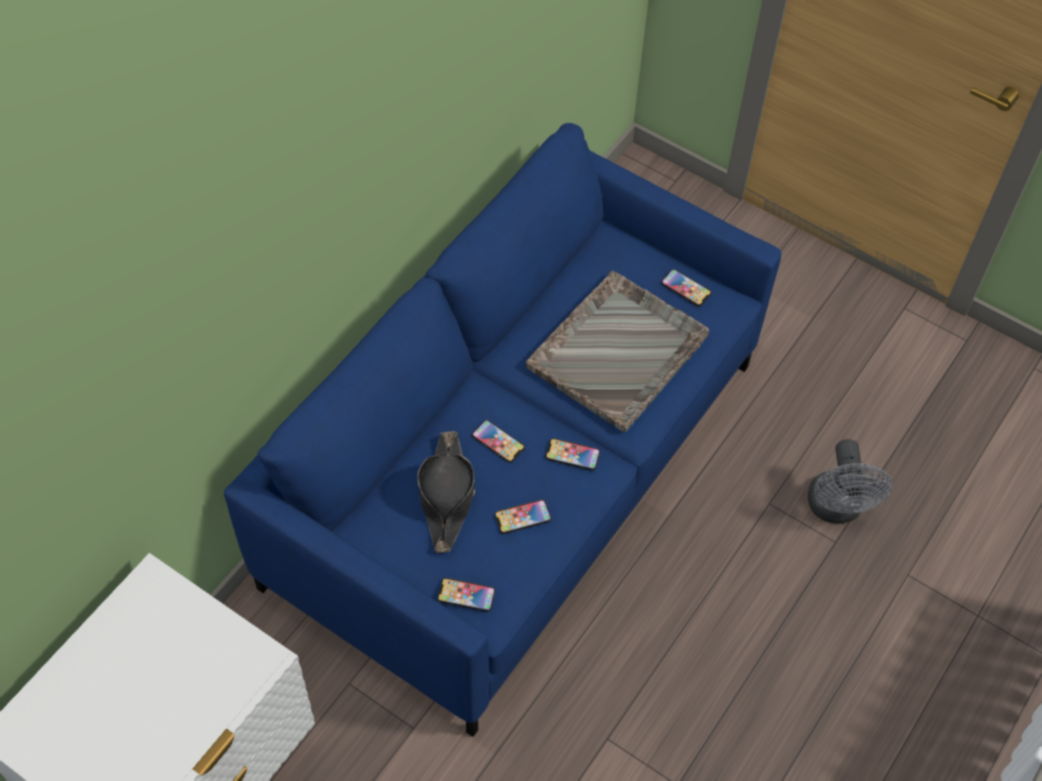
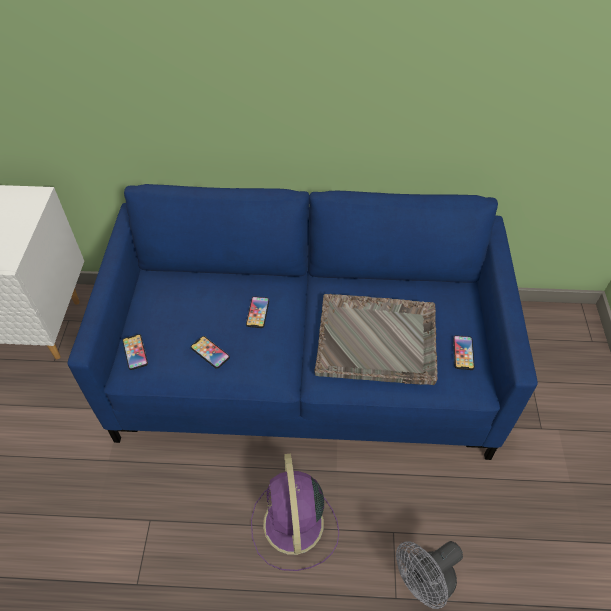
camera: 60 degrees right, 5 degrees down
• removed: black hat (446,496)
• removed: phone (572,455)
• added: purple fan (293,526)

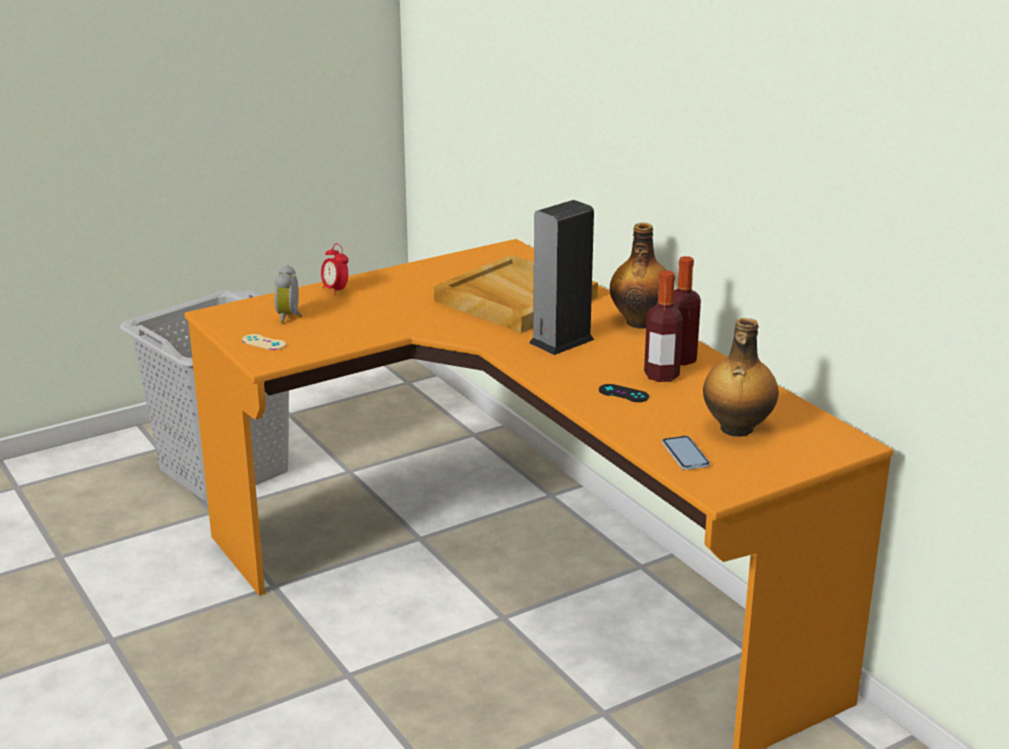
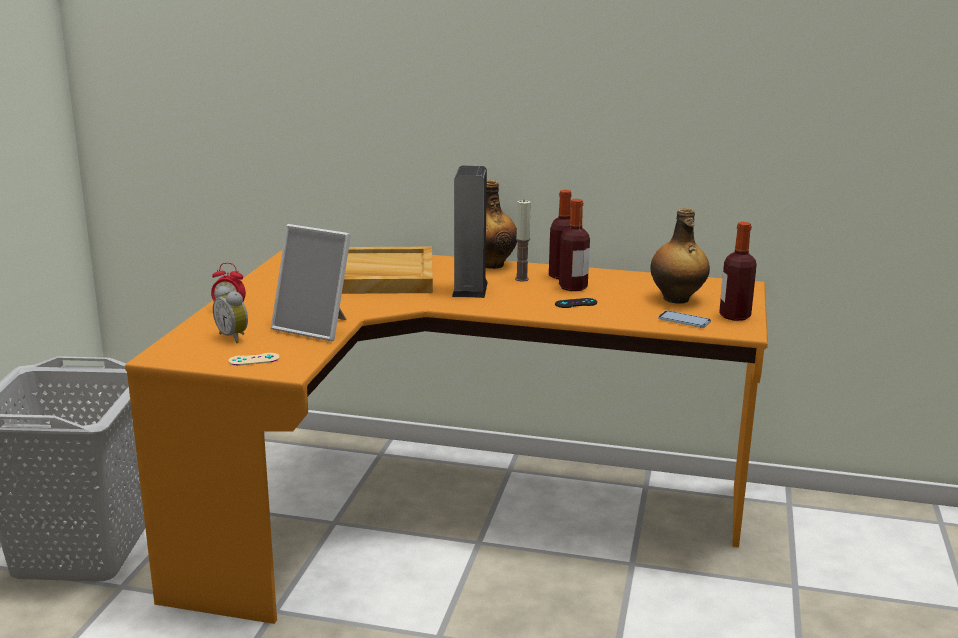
camera: 45 degrees left, 5 degrees down
• added: picture frame (316,328)
• added: candle (521,279)
• added: bottle (734,316)

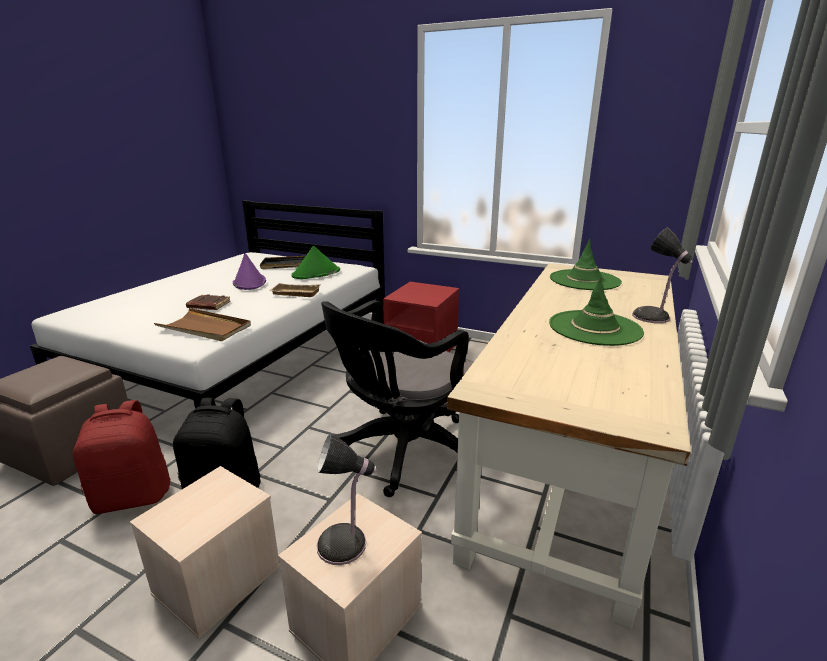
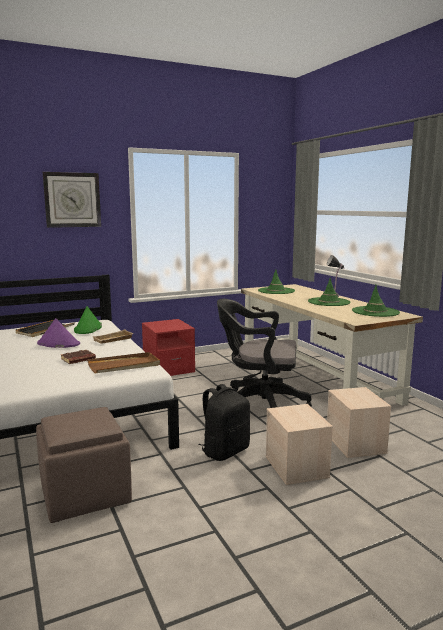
camera: 50 degrees left, 10 degrees down
• removed: red backpack (133,496)
• removed: table lamp (345,544)
• turned: black office chair (401,452) = (259,403) 105 degrees clockwise
• added: wall clock (72,200)
• added: green hat (375,312)

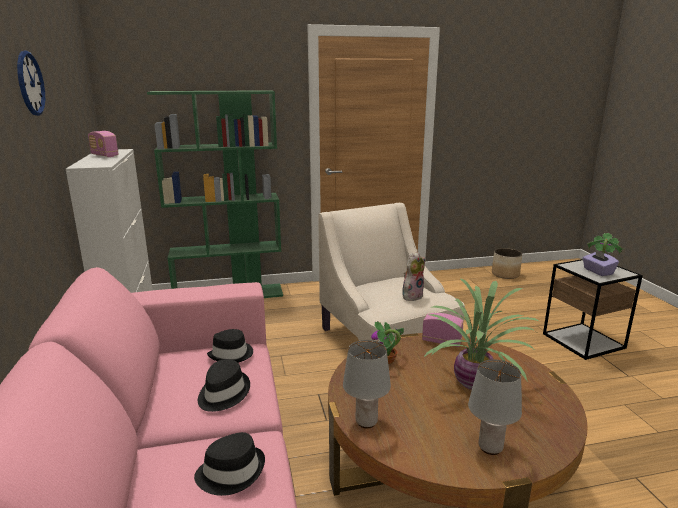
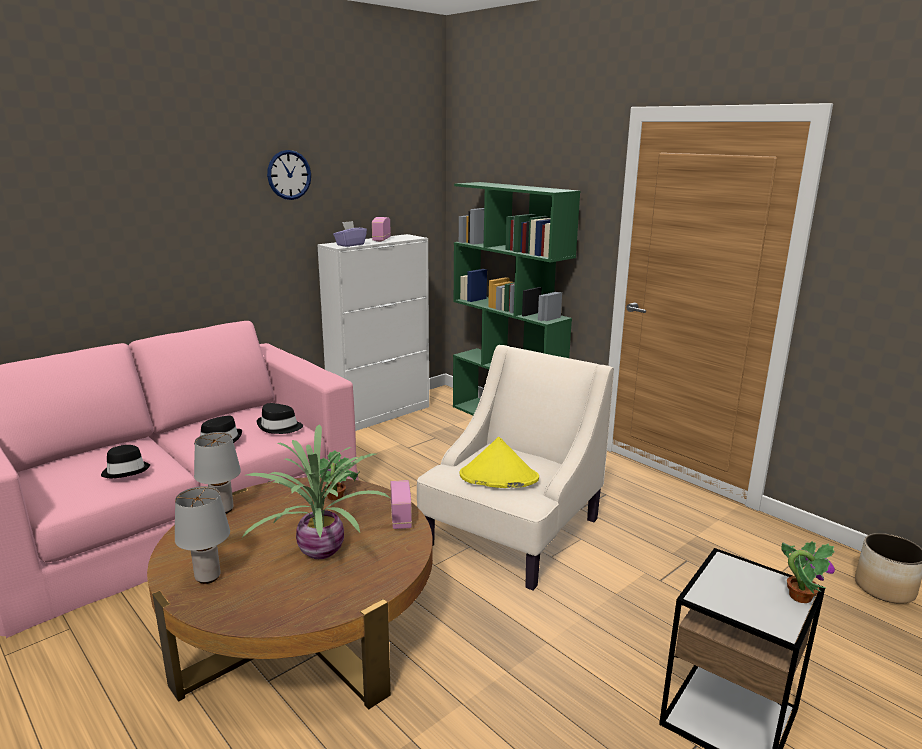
camera: 60 degrees right, 0 degrees up
• replaced: plush toy (412,296) to yellow hat (498,477)
• moved: purple tissue box (597,271) to (350,245)

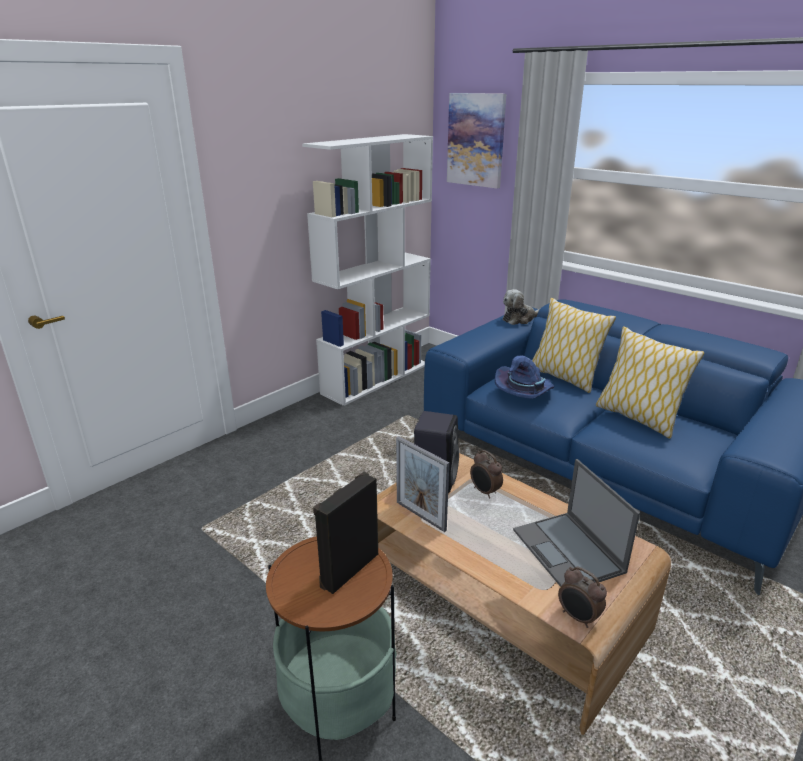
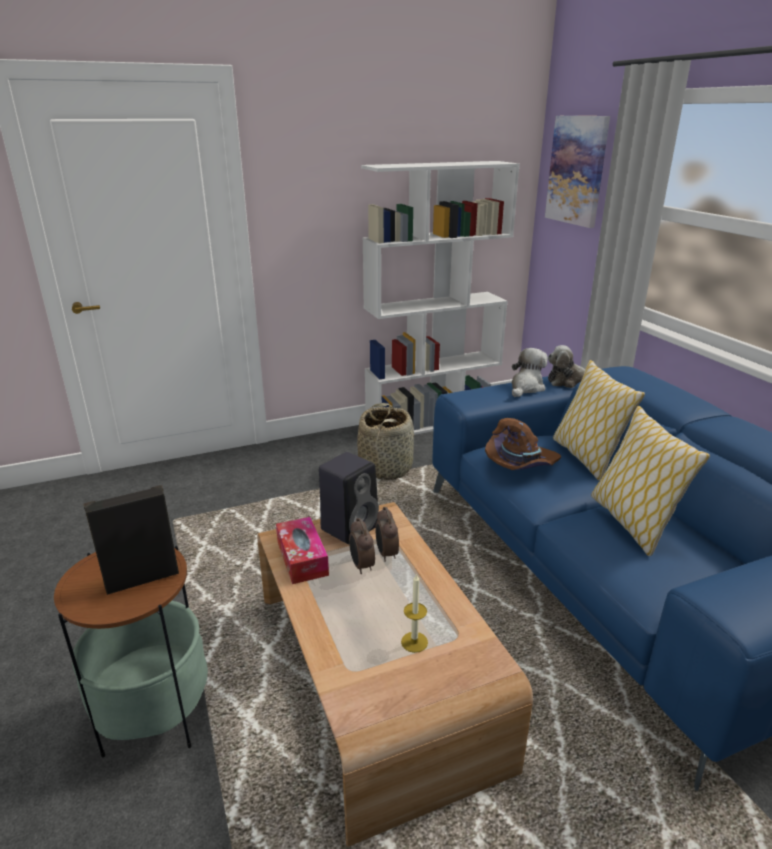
camera: 25 degrees right, 0 degrees up
• replaced: picture frame (420,516) to tissue box (302,558)
• recoloured: blue hat (525,393) to brown hat (520,463)
• replaced: laptop (569,551) to candle (414,642)
• moved: alarm clock (578,617) to (361,566)
• added: basket (386,467)
• added: plush toy (526,387)

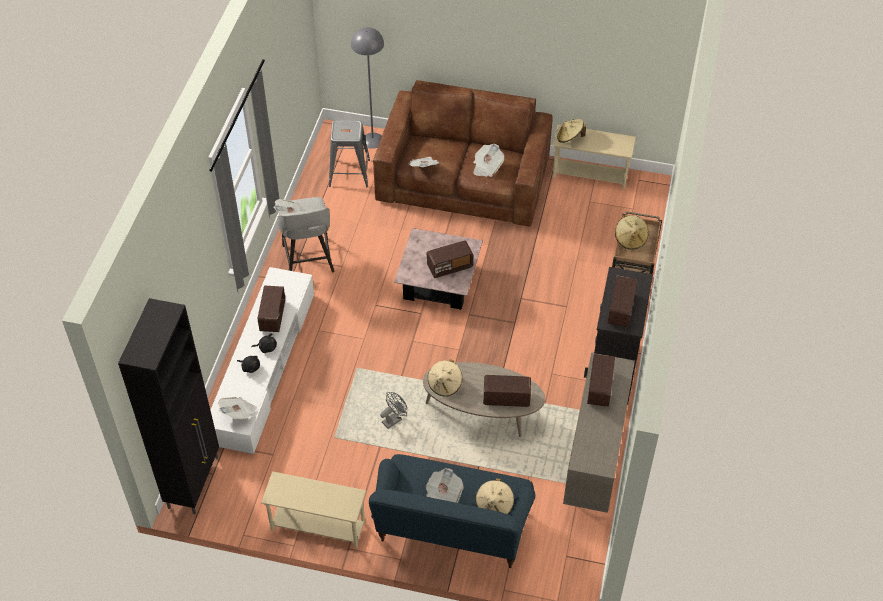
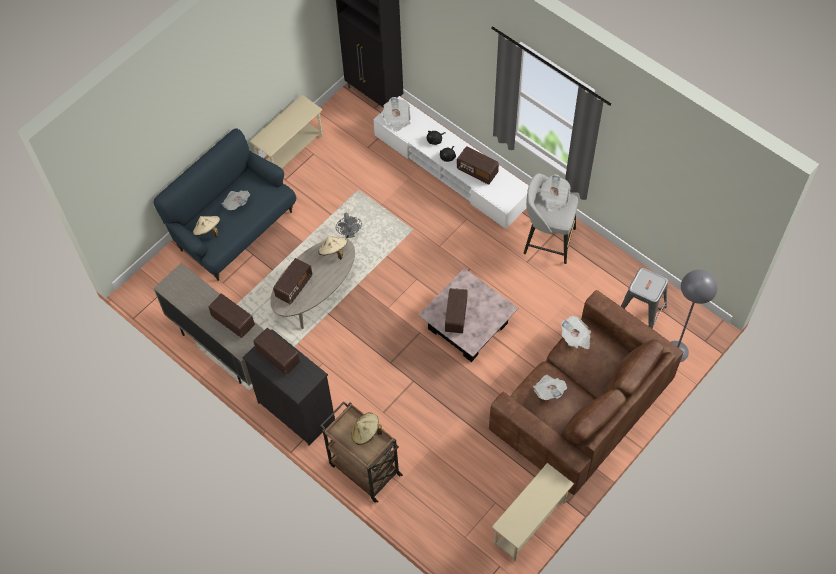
camera: 120 degrees right, 10 degrees up
• removed: beige hat (569,137)

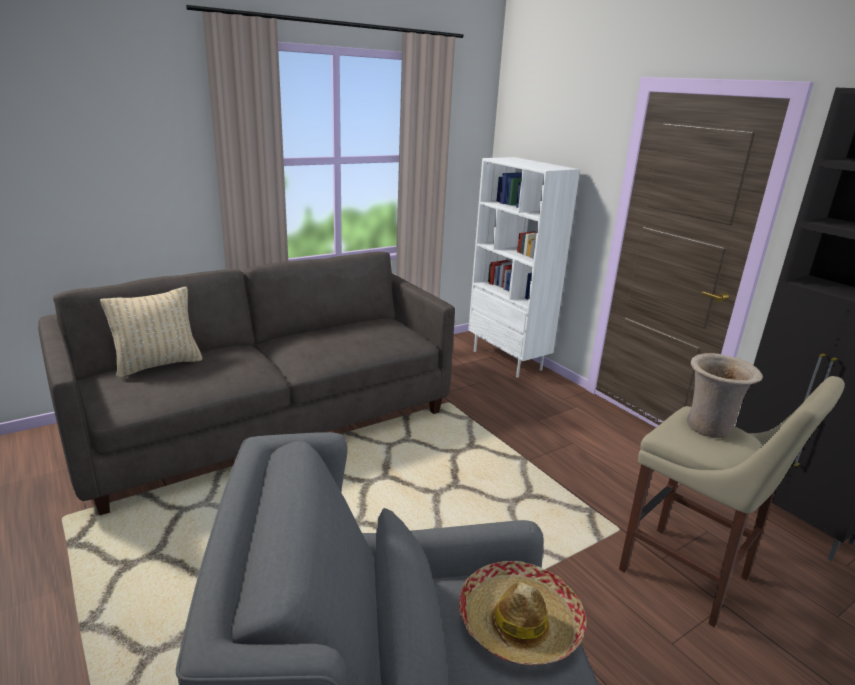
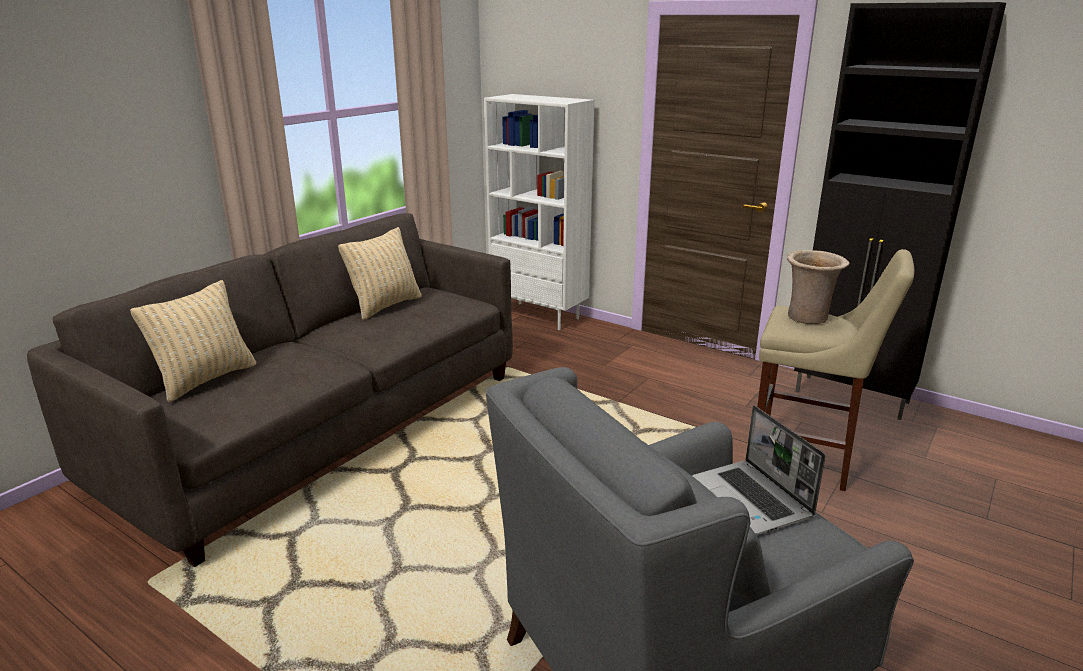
camera: 20 degrees left, 0 degrees up
• replaced: hat (518,623) to laptop (753,499)
• added: beige pillow (385,306)

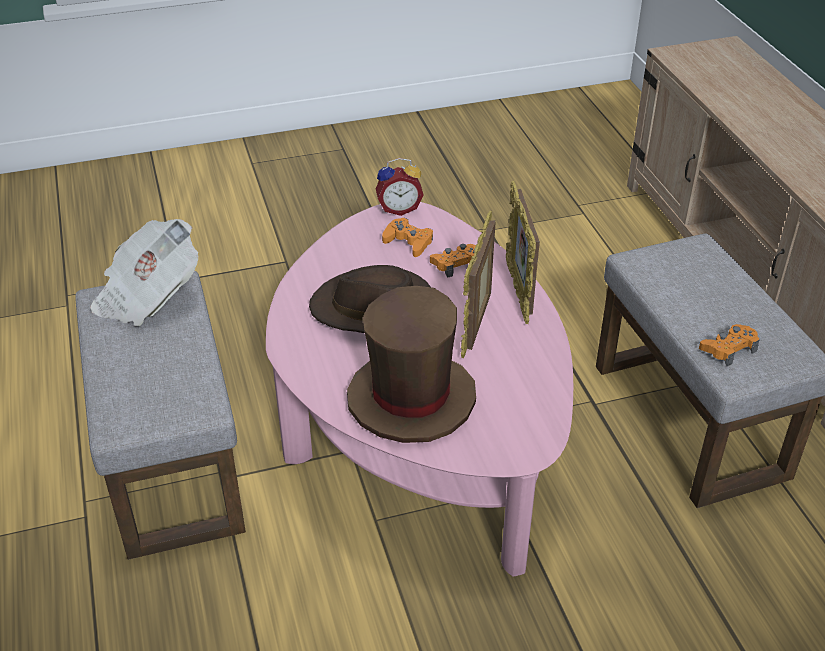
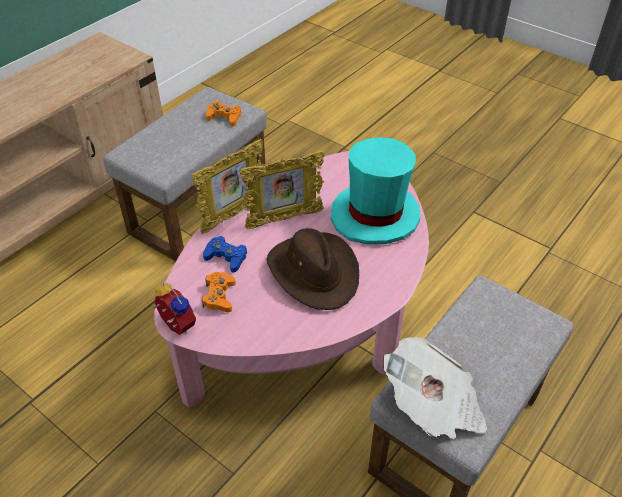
camera: 125 degrees left, 5 degrees up
• recoloured: brown hat (411,399) to turquoise hat (375,216)
• recoloured: orange game controller (456,264) to blue game controller (226,257)

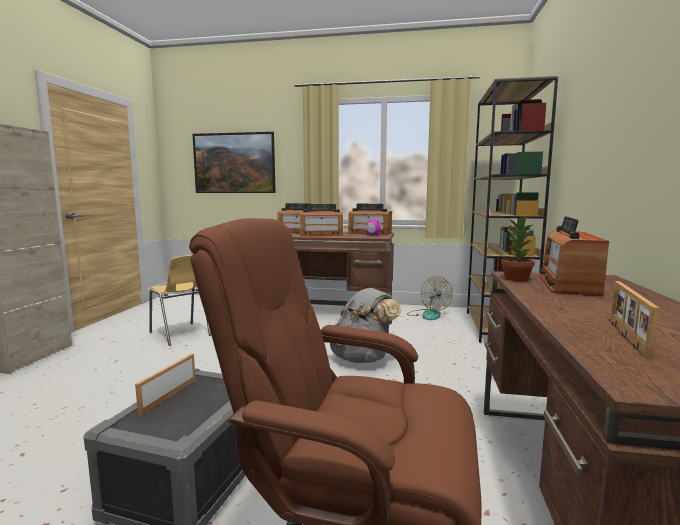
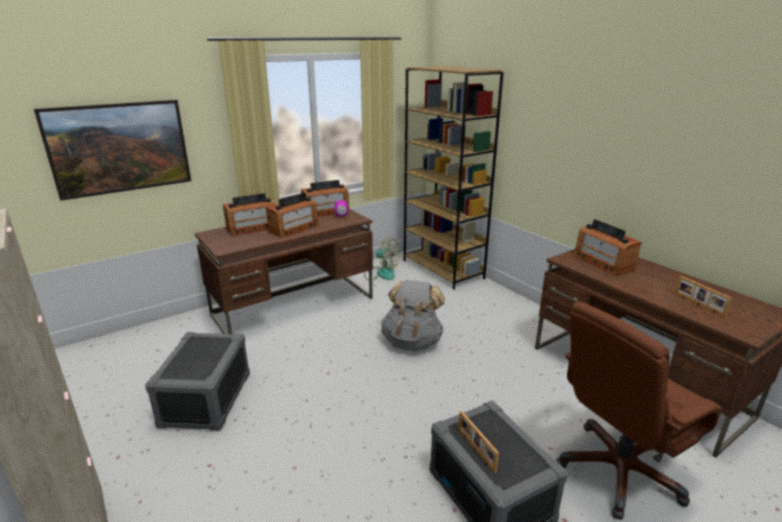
camera: 45 degrees left, 15 degrees up
• replaced: yellow chair (180,334) to grey storage box (207,400)
• removed: potted plant (515,279)

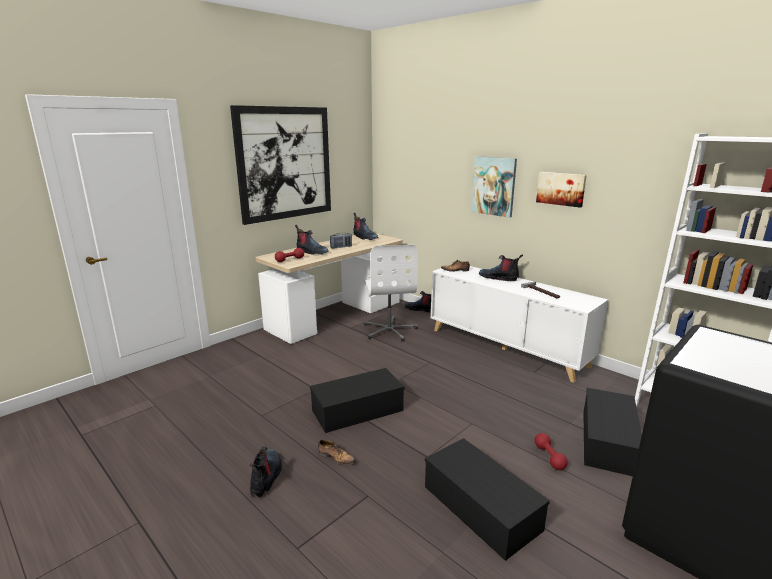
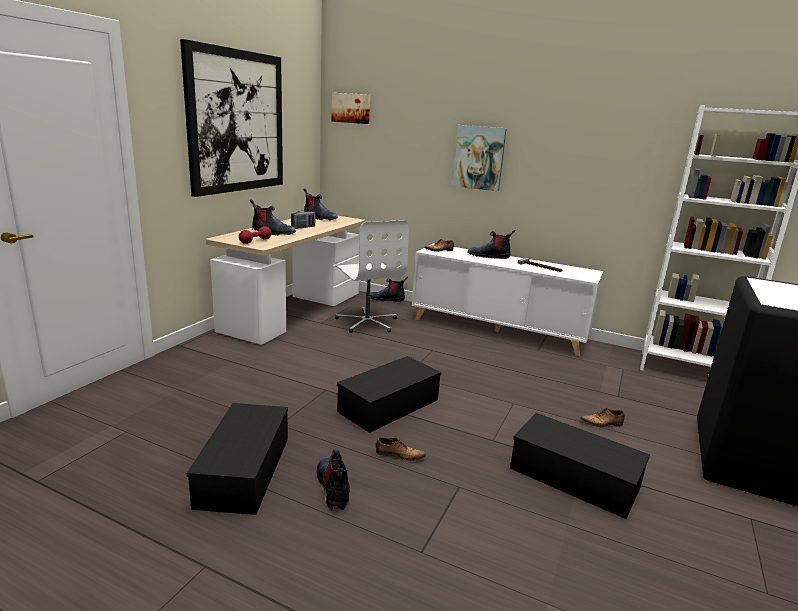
camera: 20 degrees left, 0 degrees up
• replaced: red dumbbell (549,457) to shoe (602,424)
• moved: picture (561,188) to (351,108)
• moved: black storage box (609,442) to (245,472)

